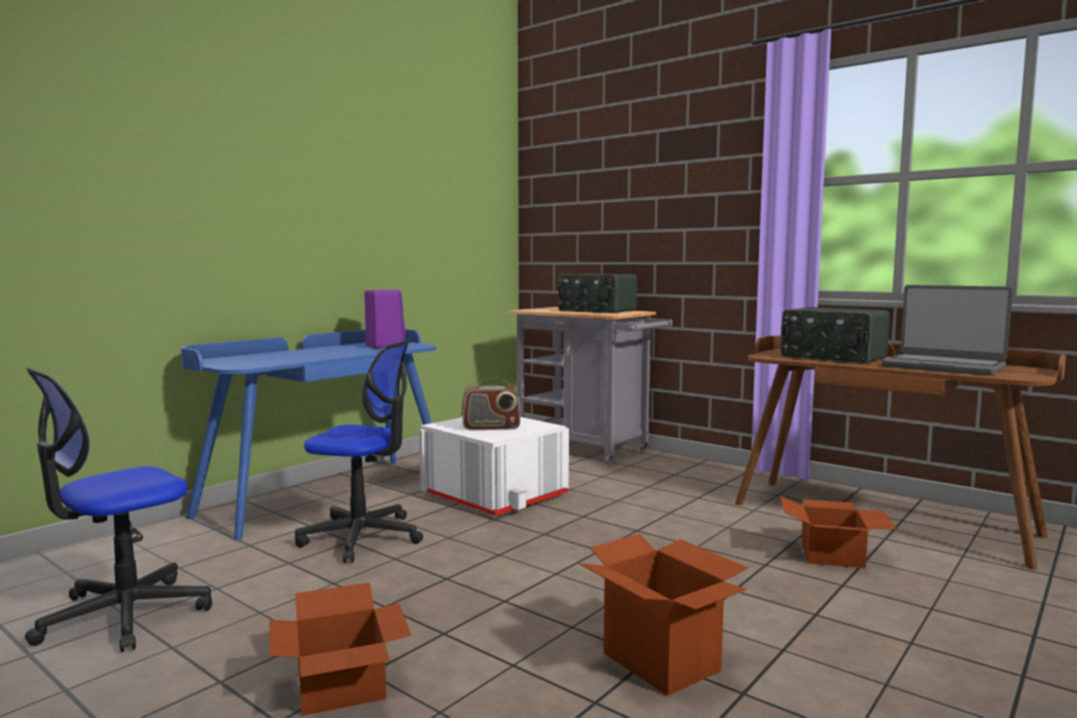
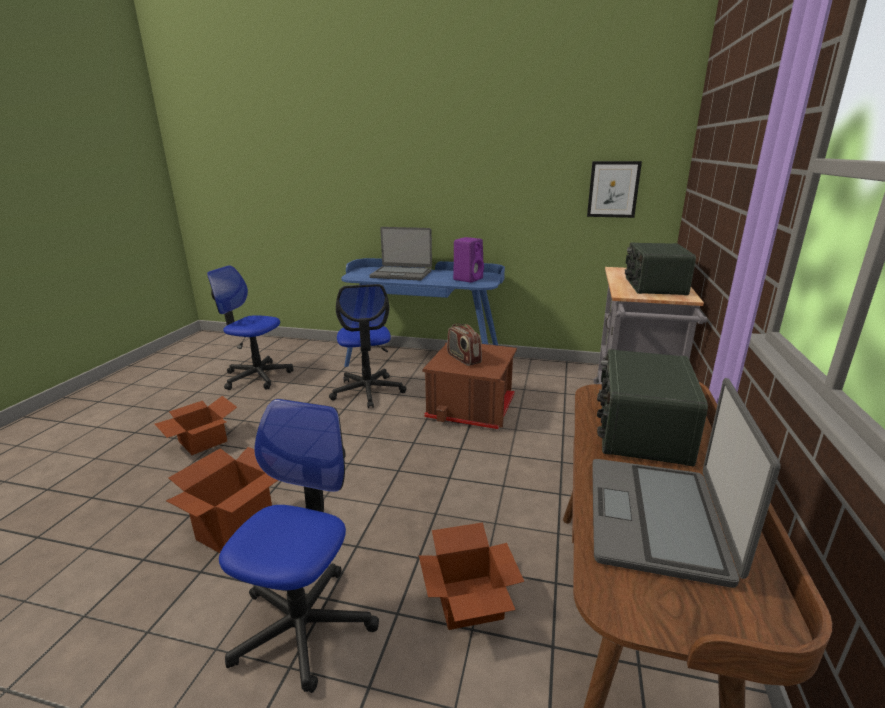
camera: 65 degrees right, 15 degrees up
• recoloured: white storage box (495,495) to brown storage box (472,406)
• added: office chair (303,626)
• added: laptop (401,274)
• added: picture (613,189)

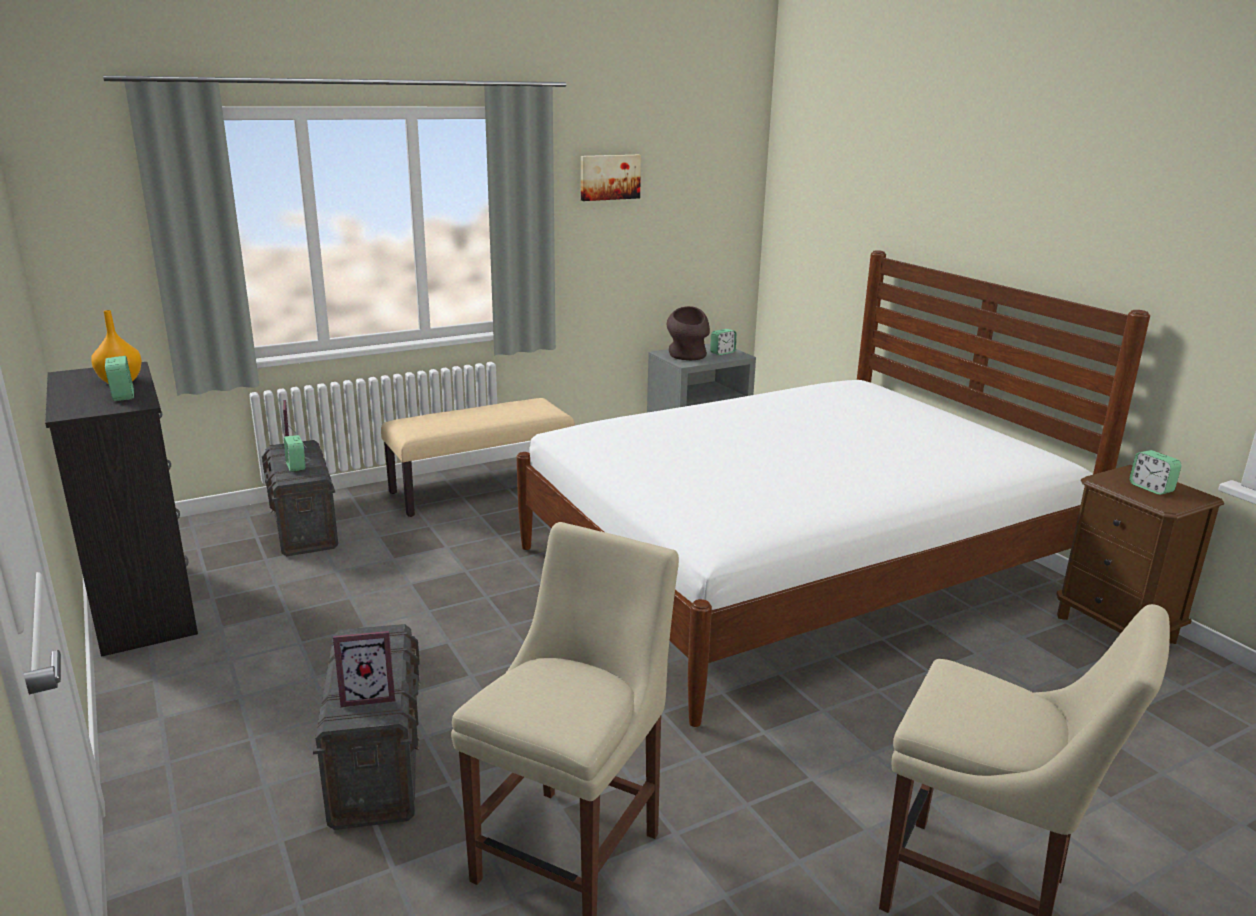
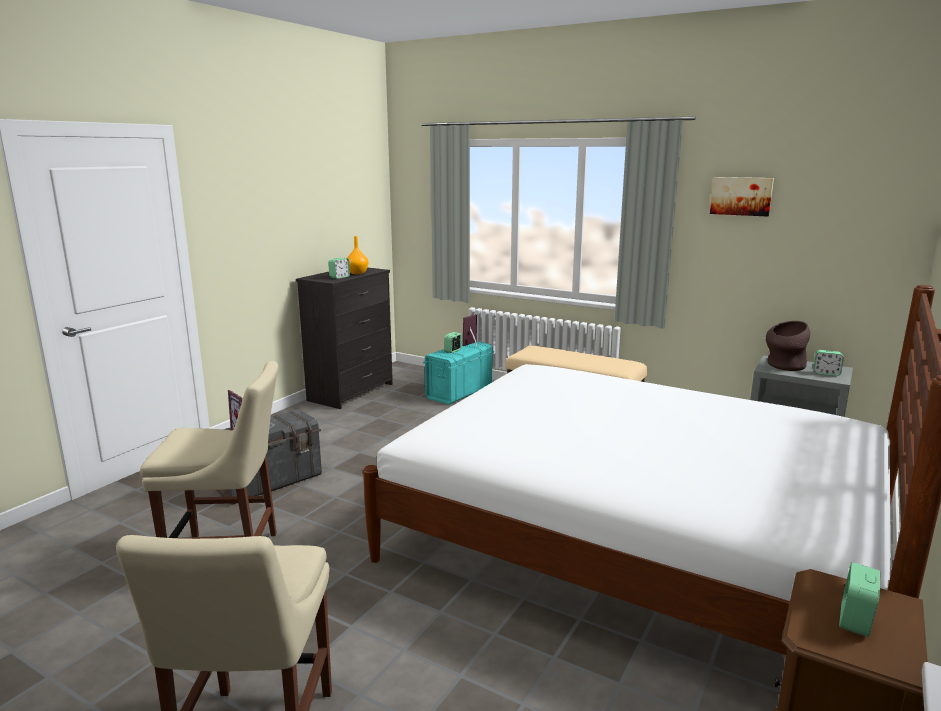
camera: 60 degrees right, 5 degrees down
• recoloured: grey storage box (304,528) to turquoise storage box (459,392)

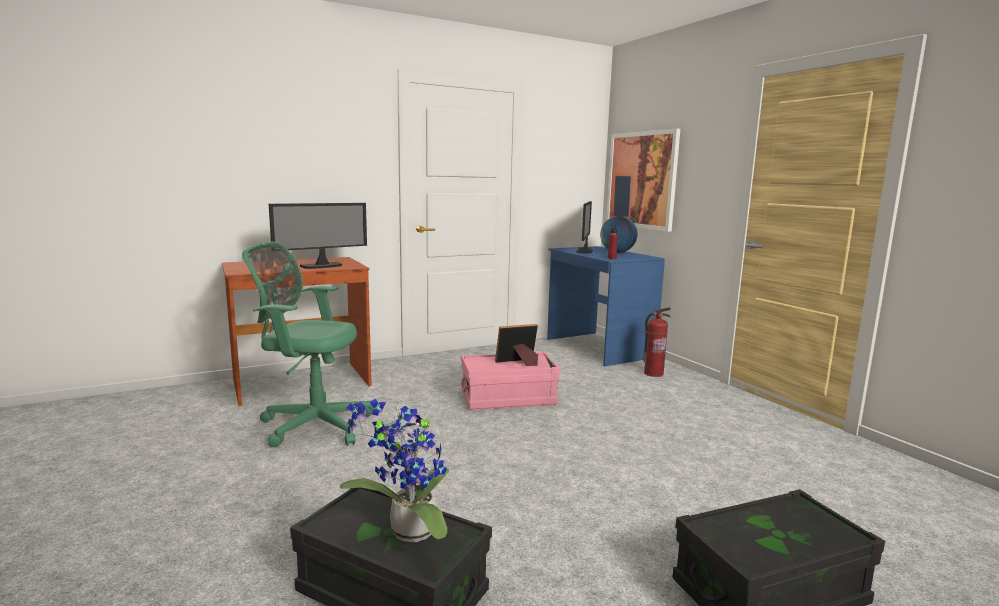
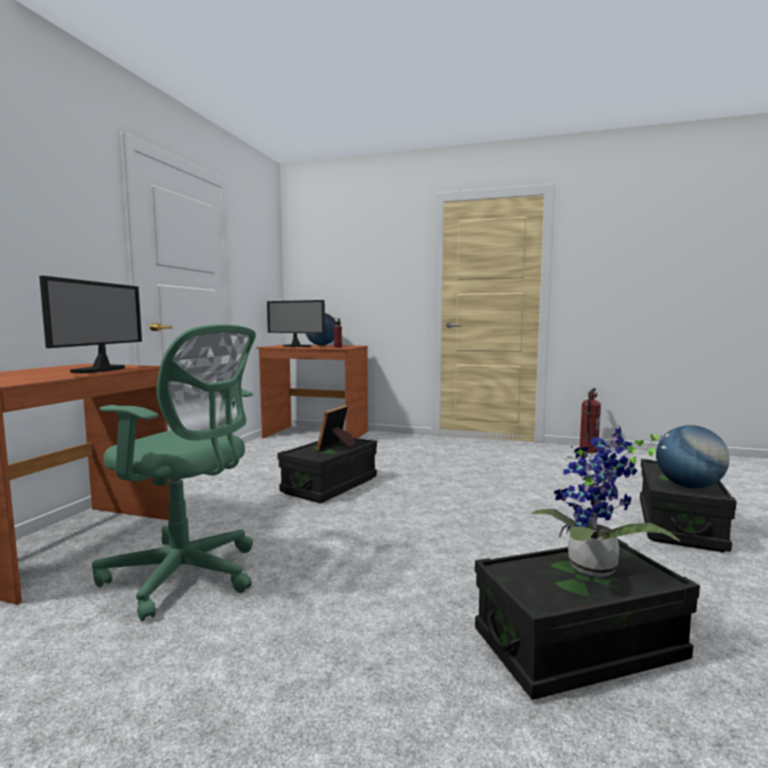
camera: 45 degrees left, 5 degrees down
• turned: green office chair (312,424) = (187,576) 120 degrees counterclockwise
• recoloured: pink storage box (508,398) to black storage box (330,485)
• recoloured: blue desk (598,348) to brown desk (315,435)
• turned: monitor (585,251) = (295,346) 150 degrees clockwise
• removed: picture (641,180)
• moved: fire extinguisher (653,373) to (588,451)
• added: globe (689,486)

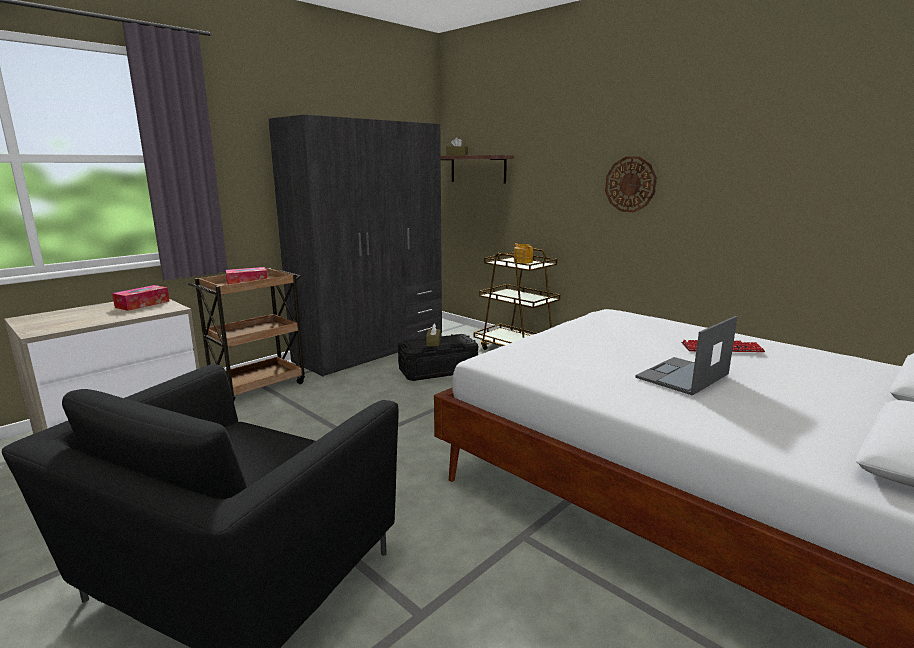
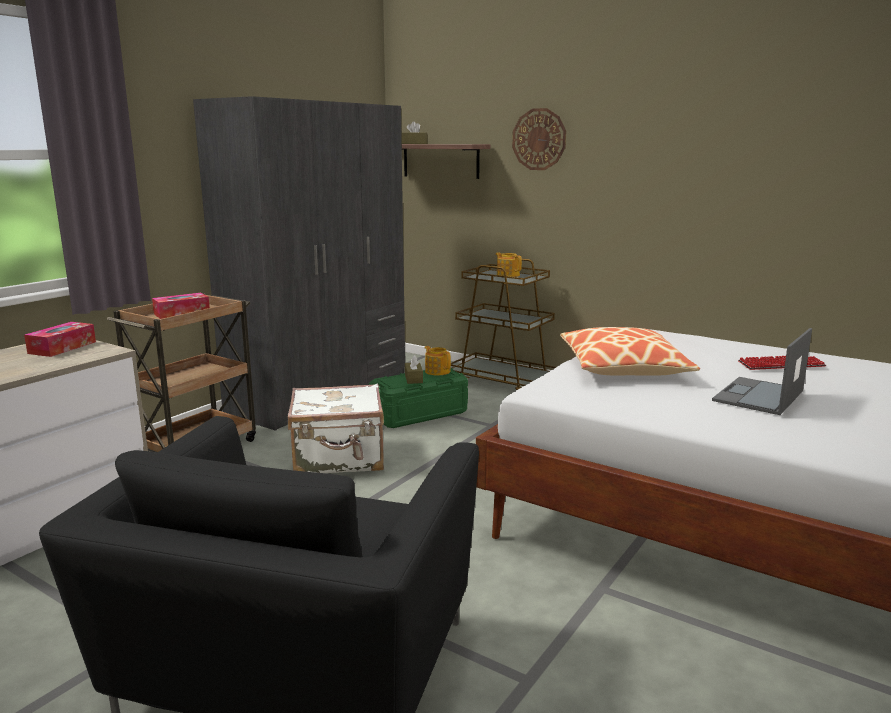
camera: 10 degrees left, 0 degrees up
• recoloured: black storage box (438,370) to green storage box (419,414)
• moved: wall clock (630,184) to (539,139)
• added: white suitcase (339,459)
• added: teapot (437,371)
• added: pillow (623,367)

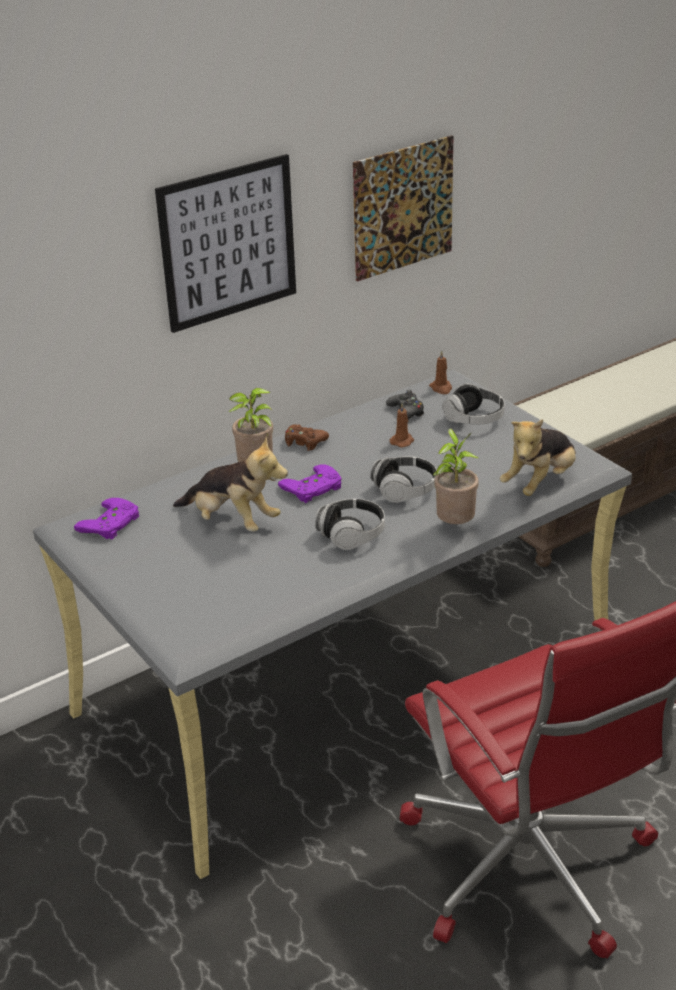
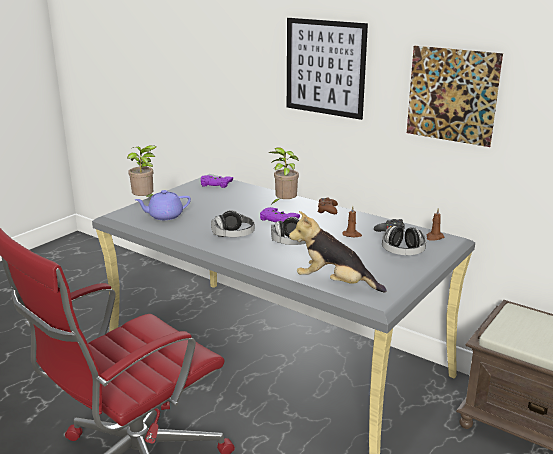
camera: 70 degrees right, 10 degrees down
• removed: plush toy (232,521)
• moved: potted plant (455,525) to (145,200)
• added: purple teapot (164,216)

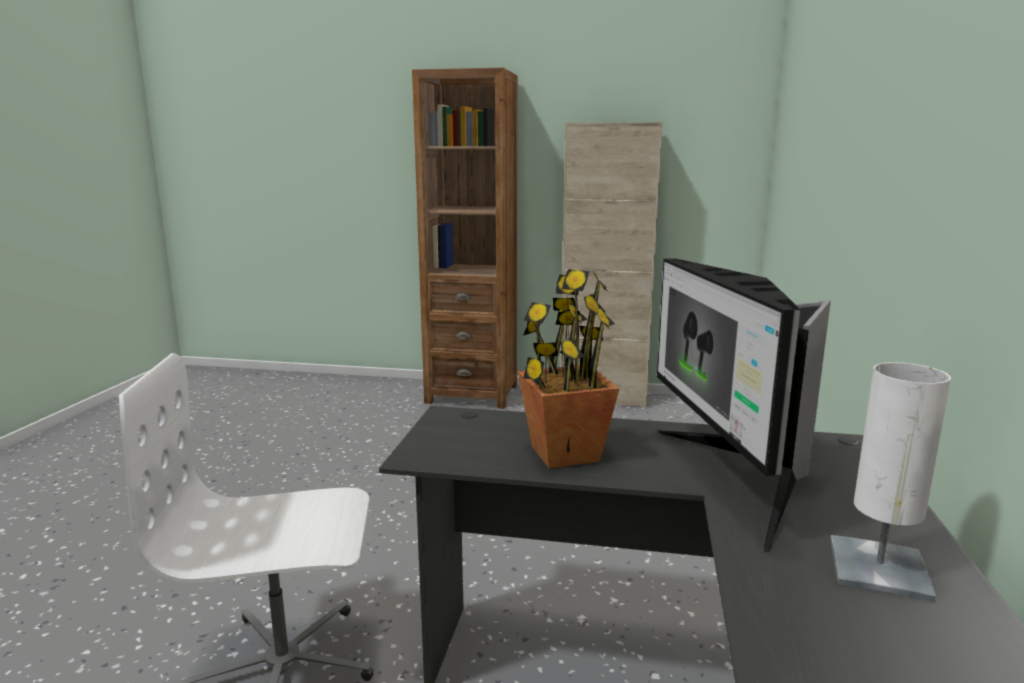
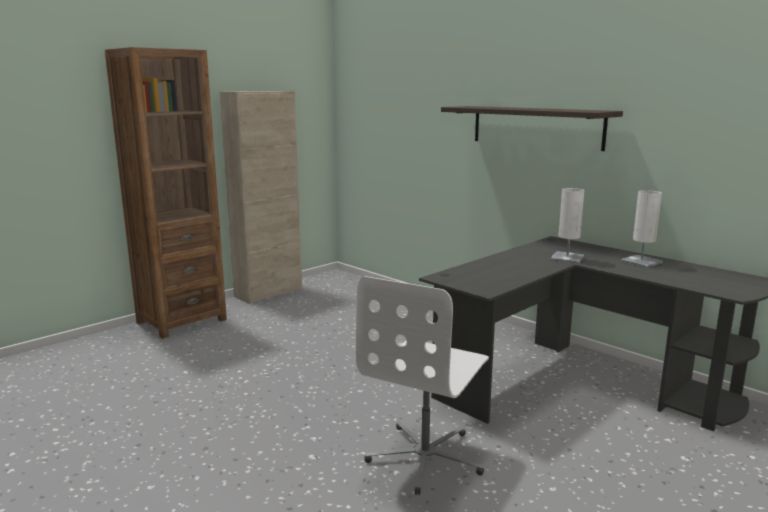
camera: 55 degrees left, 0 degrees up
• removed: potted plant (564,454)
• replaced: monitor (735,479) to white table lamp (567,258)
• added: shelf (536,127)

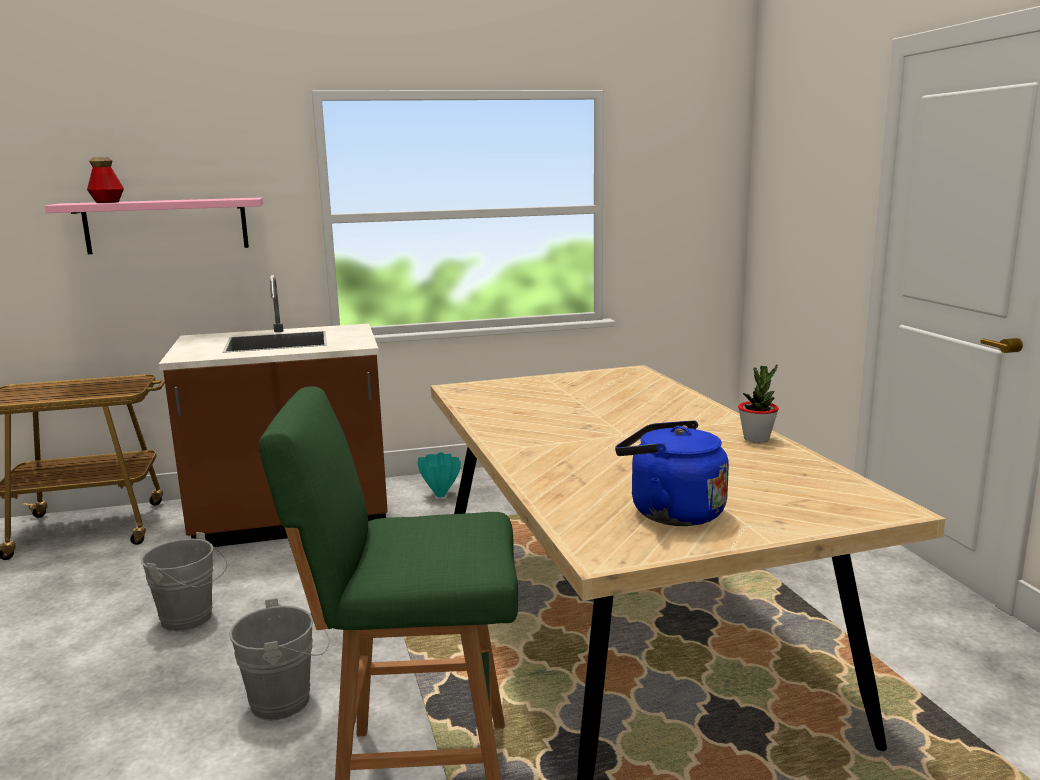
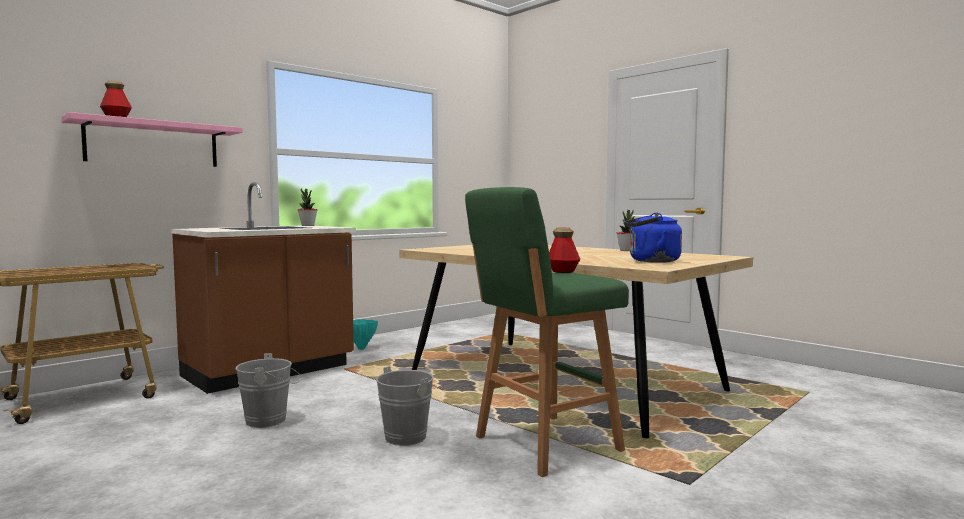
camera: 30 degrees left, 10 degrees down
• added: potted plant (307,225)
• added: bottle (563,271)

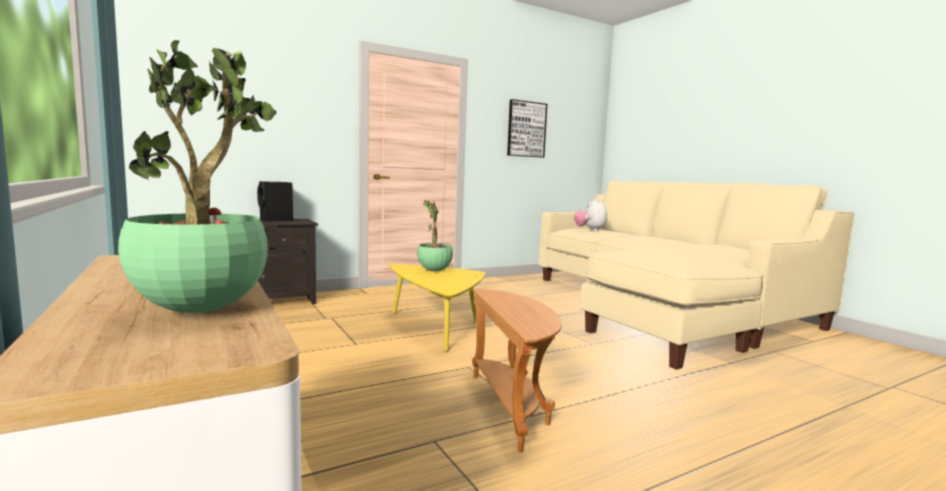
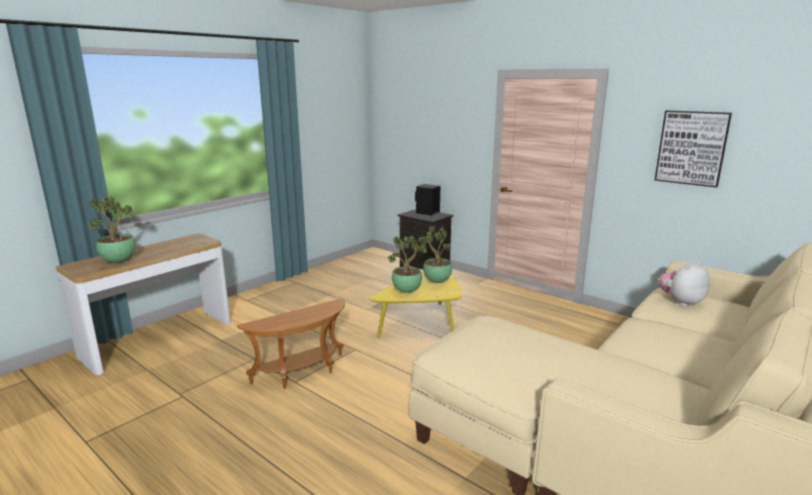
camera: 70 degrees right, 10 degrees up
• added: potted plant (407,291)

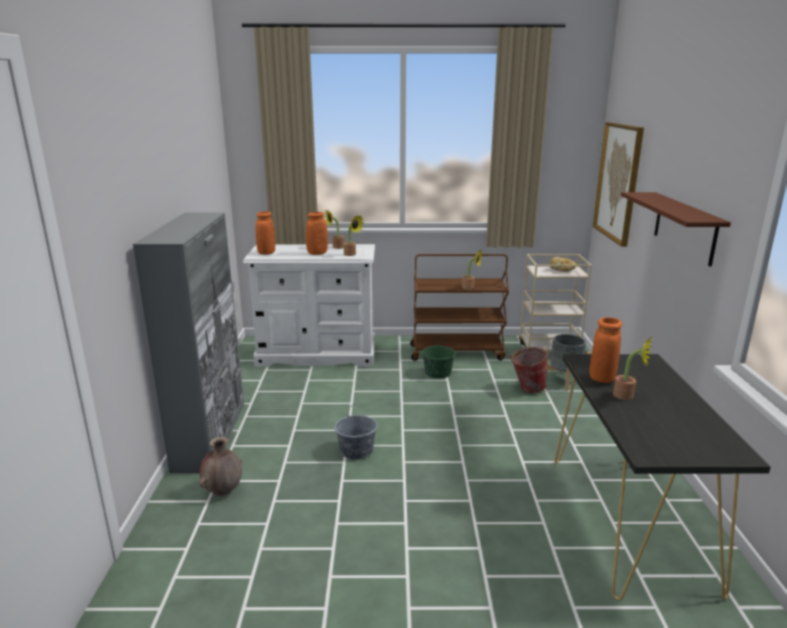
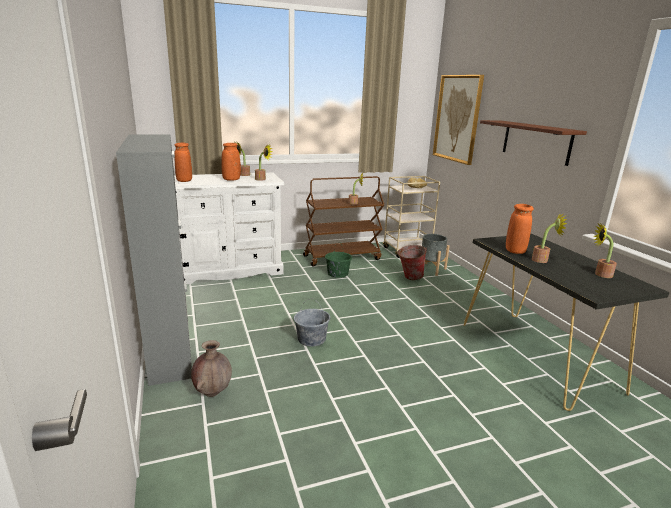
camera: 20 degrees left, 0 degrees up
• added: potted plant (600,274)

